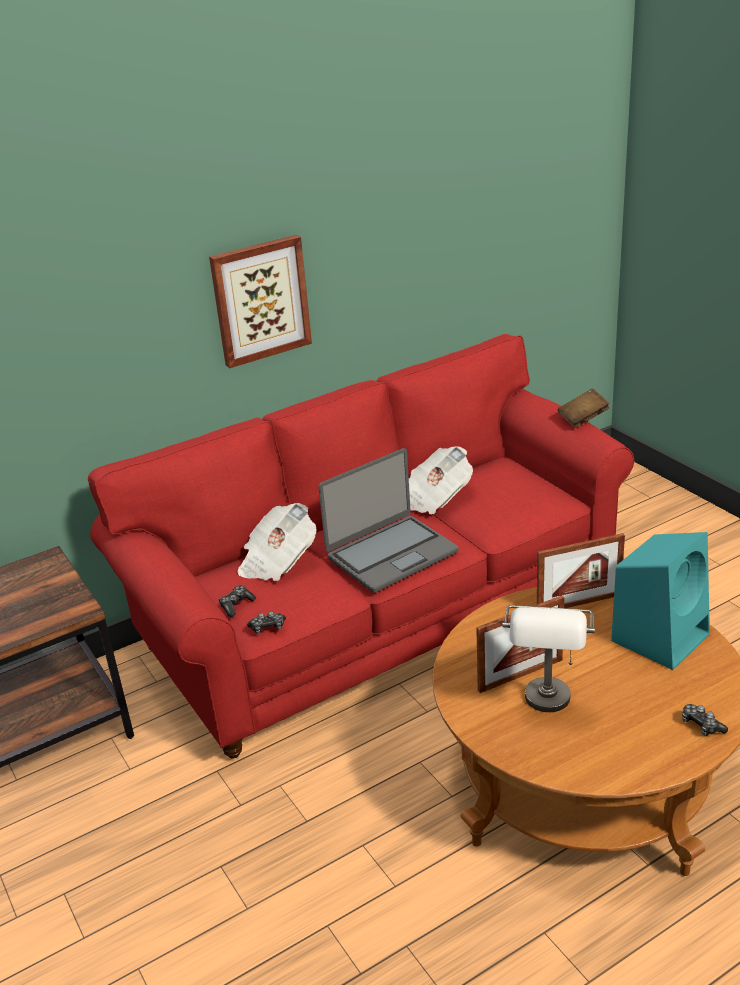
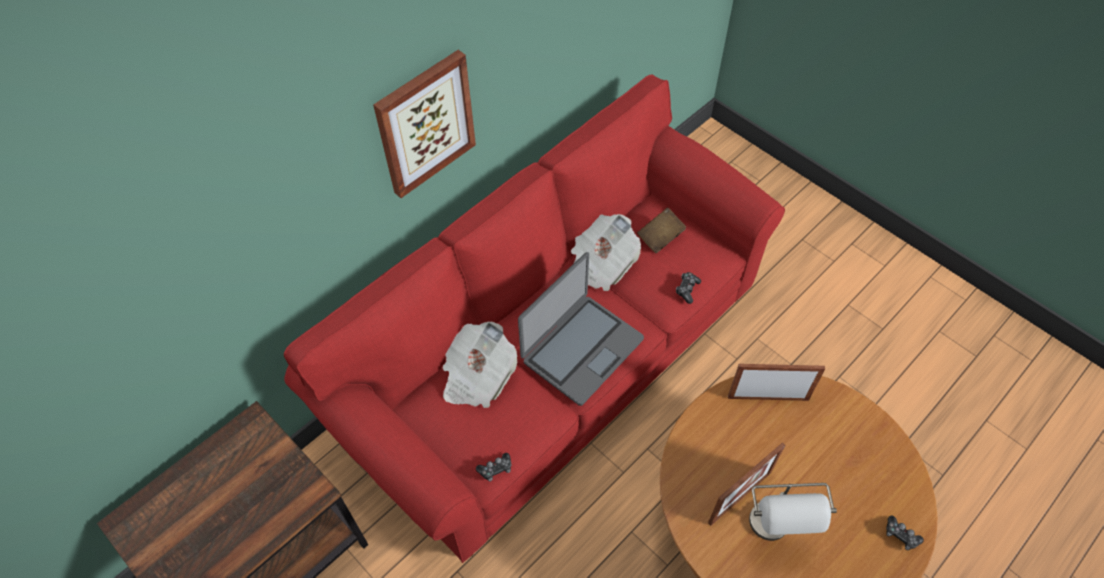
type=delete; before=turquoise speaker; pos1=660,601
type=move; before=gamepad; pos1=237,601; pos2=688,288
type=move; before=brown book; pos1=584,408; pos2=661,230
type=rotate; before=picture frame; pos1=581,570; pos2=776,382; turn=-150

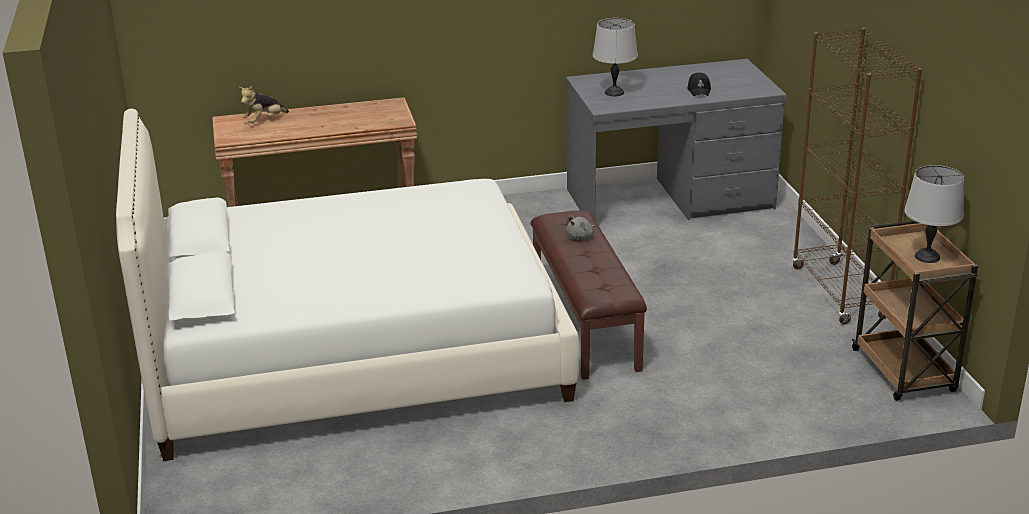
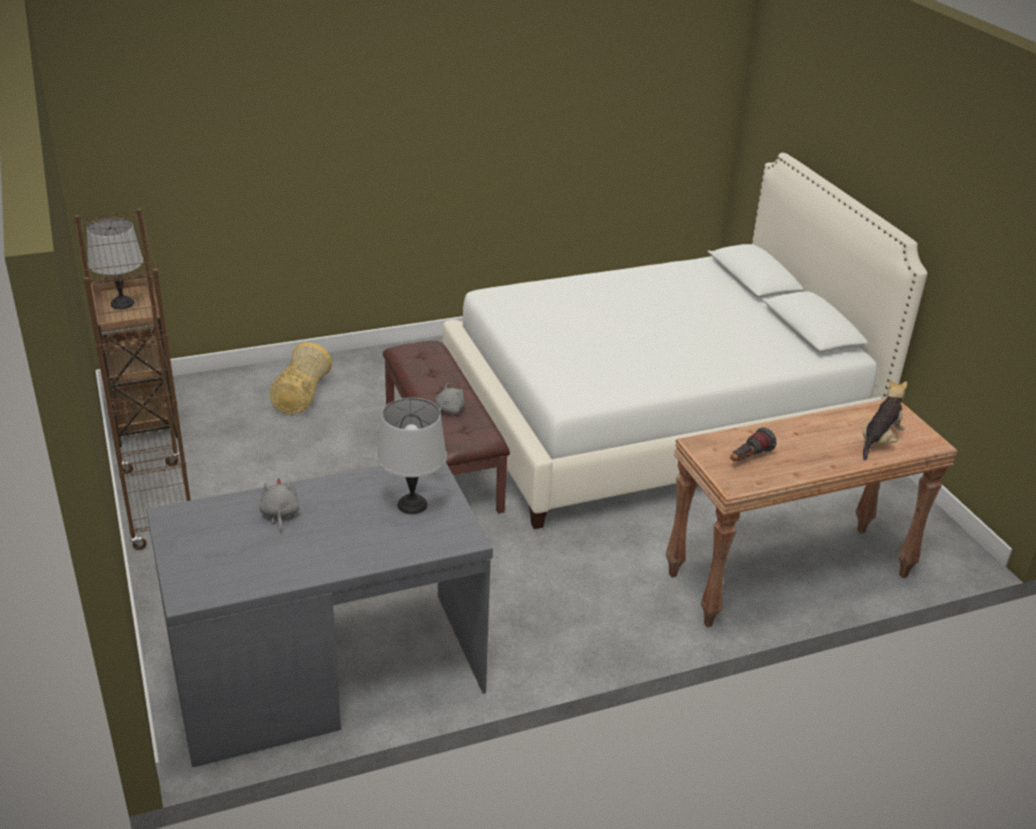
type=insert; after=basket; pos2=301,378
type=insert; after=torch; pos2=753,444
type=replace; before=blackish cap; after=grey soft toy; pos1=699,84; pos2=279,505

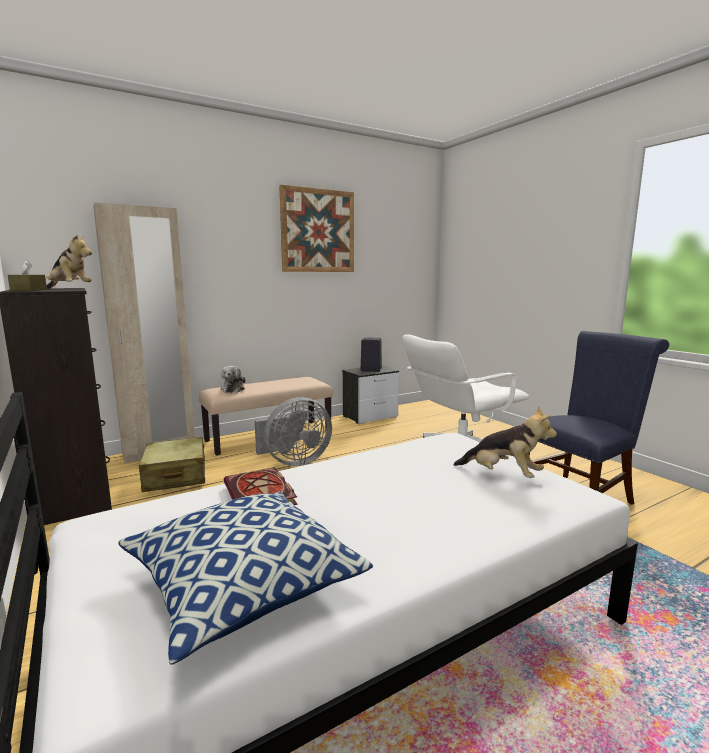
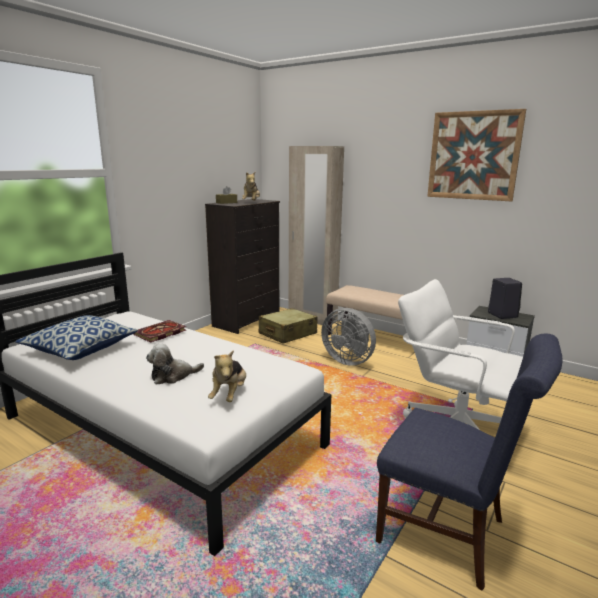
type=move; before=soft toy; pos1=233,379; pos2=175,363

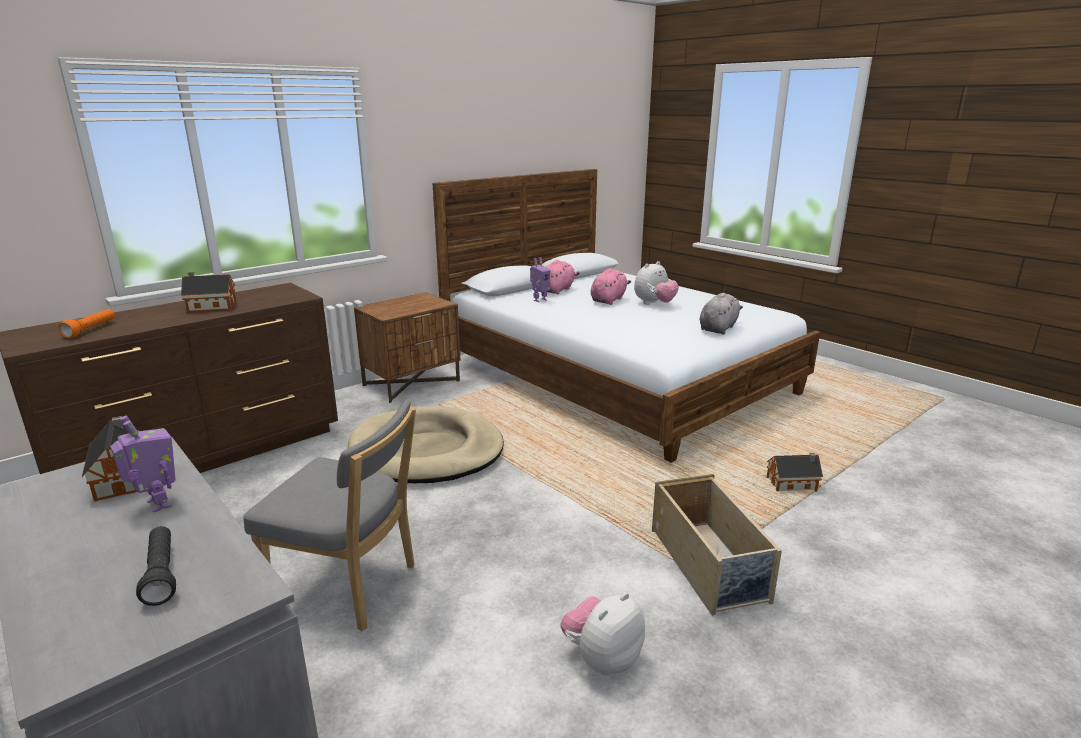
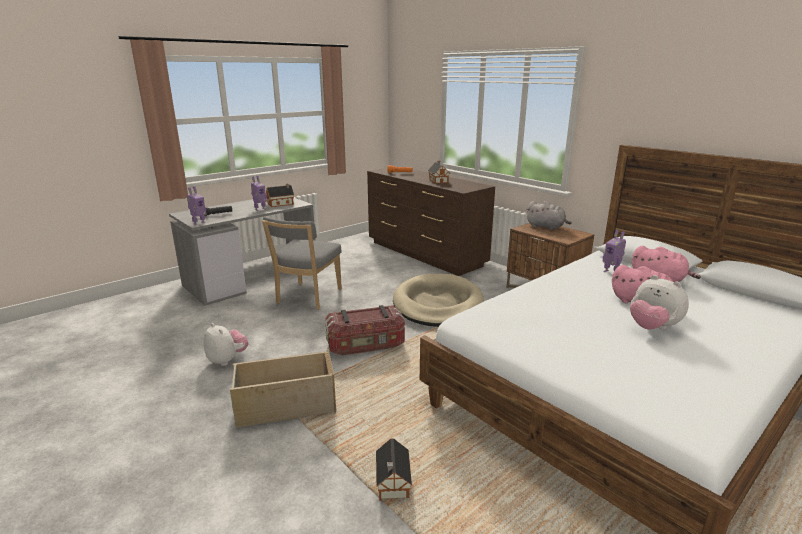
type=insert; after=model robot; pos2=197,206
type=insert; after=storage bin; pos2=365,330
type=move; before=grey soft toy; pos1=721,313; pos2=549,215

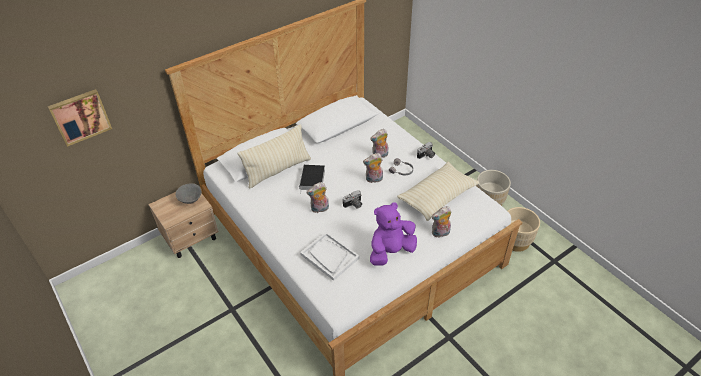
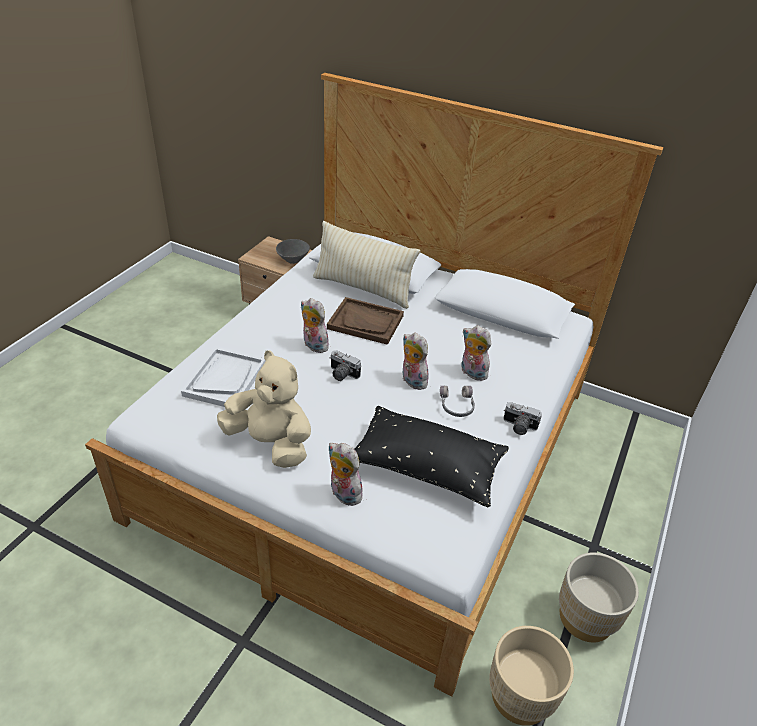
type=delete; before=wall art; pos1=80,118
type=replace; before=book; after=brown tray; pos1=312,177; pos2=365,321
type=recolor; before=purple-coloured soft toy; after=sand-coloured soft toy; pos1=393,233; pos2=264,409
type=recolor; before=sand-coloured throw pillow; after=blackish throw pillow; pos1=438,191; pos2=432,456

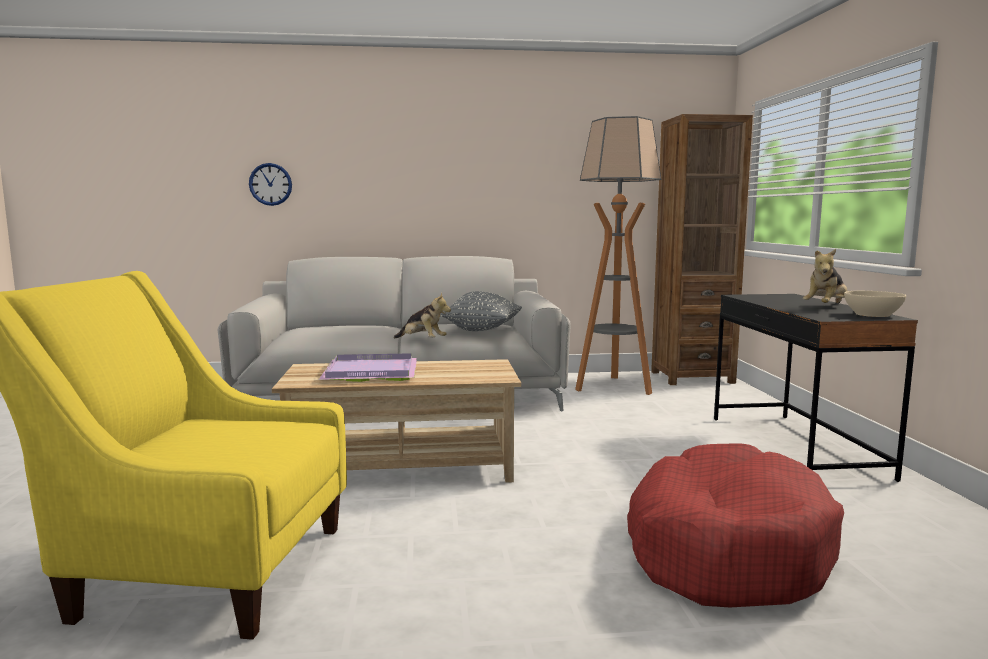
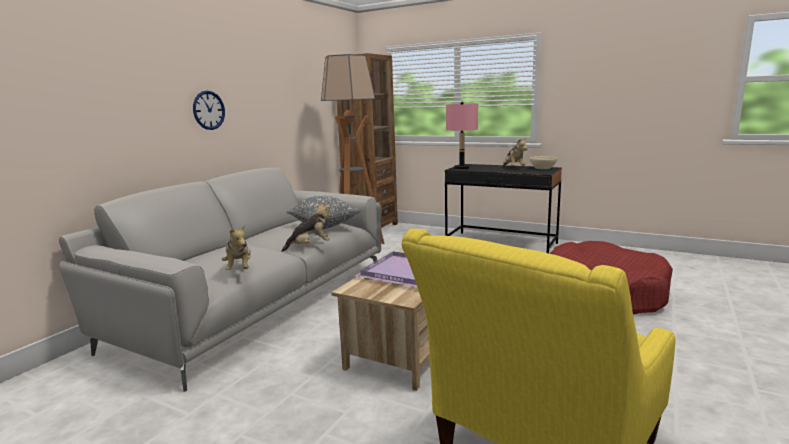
type=insert; after=soft toy; pos2=236,247
type=insert; after=pink-coloured table lamp; pos2=462,135
type=move; before=hanging clock; pos1=270,184; pos2=209,110

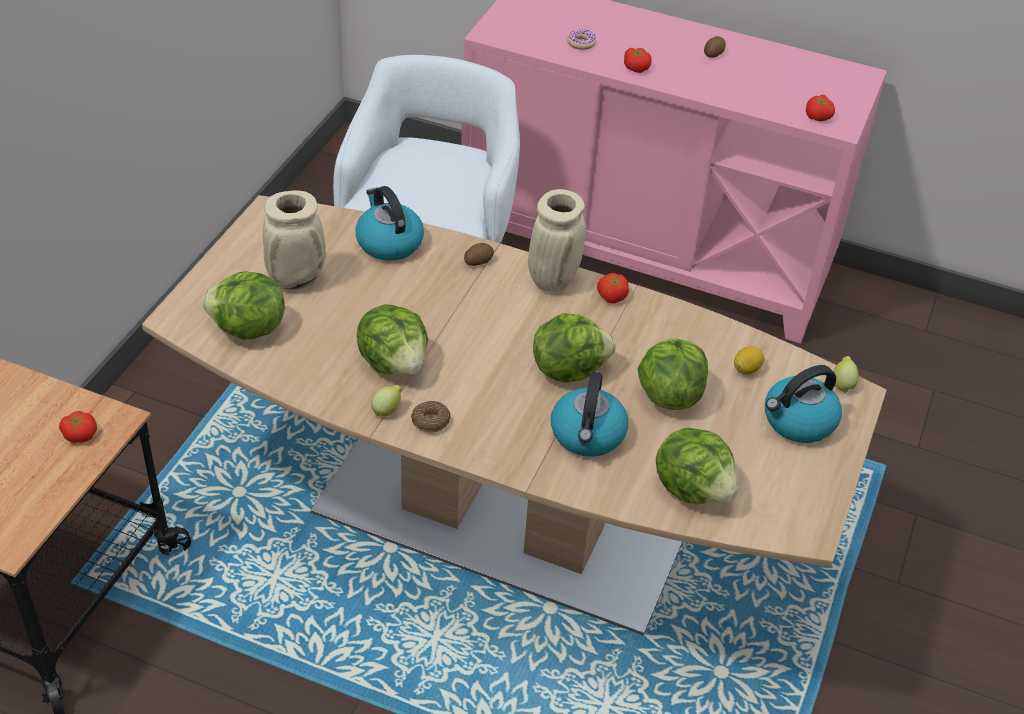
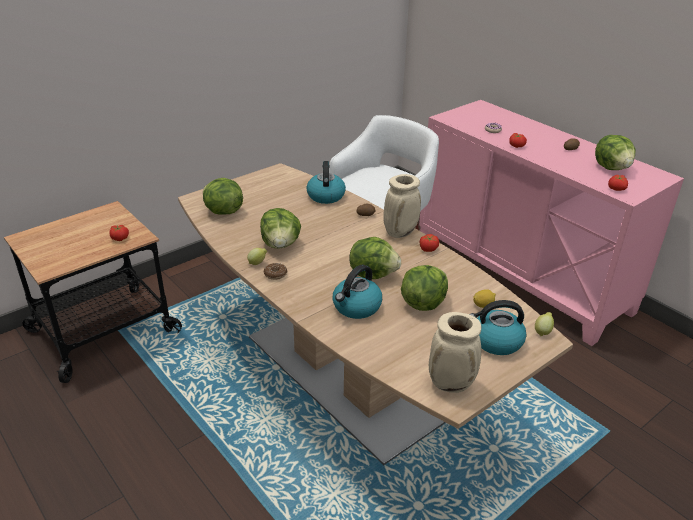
type=move; before=sand-coloured vase; pos1=294,240; pos2=455,352
type=move; before=head of lettuce; pos1=697,465; pos2=615,152

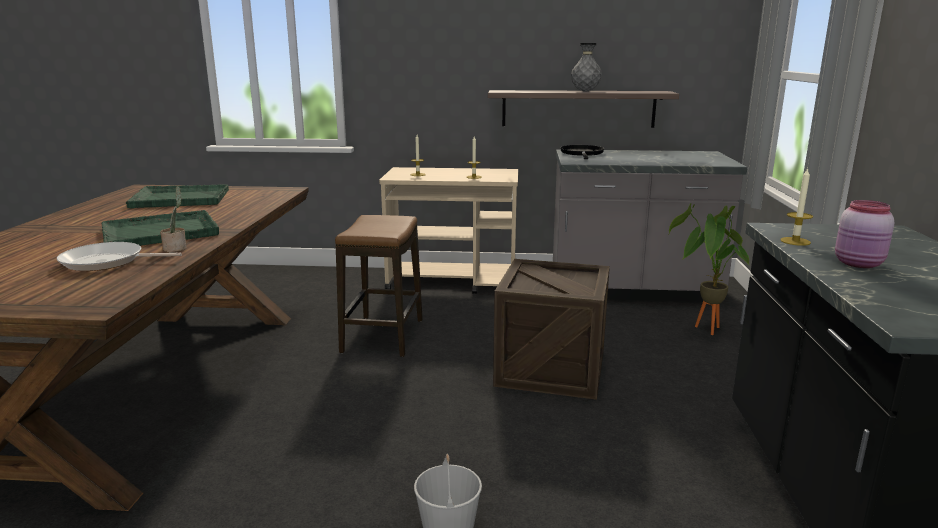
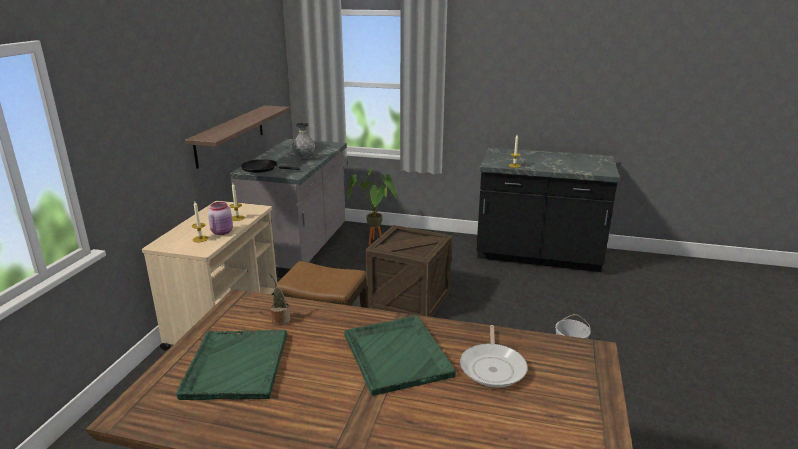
type=move; before=houseplant; pos1=173,219; pos2=279,298
type=move; before=grey vase; pos1=586,67; pos2=303,141
type=move; before=pink-coloured jar; pos1=864,234; pos2=220,218

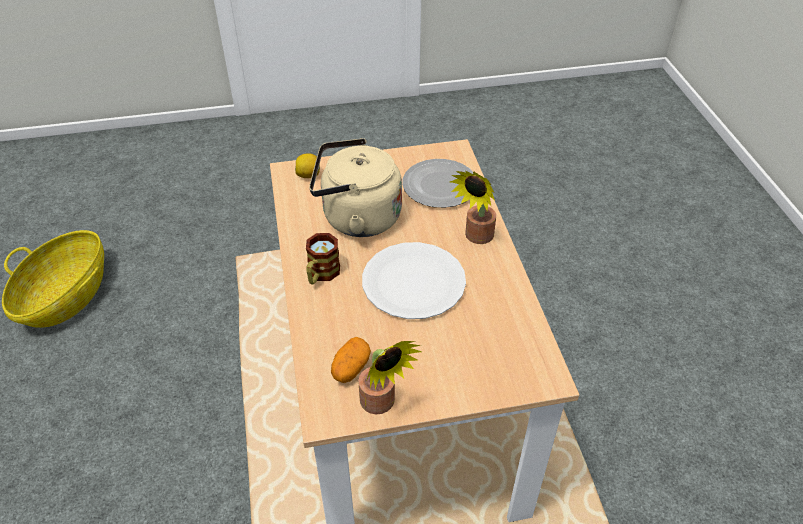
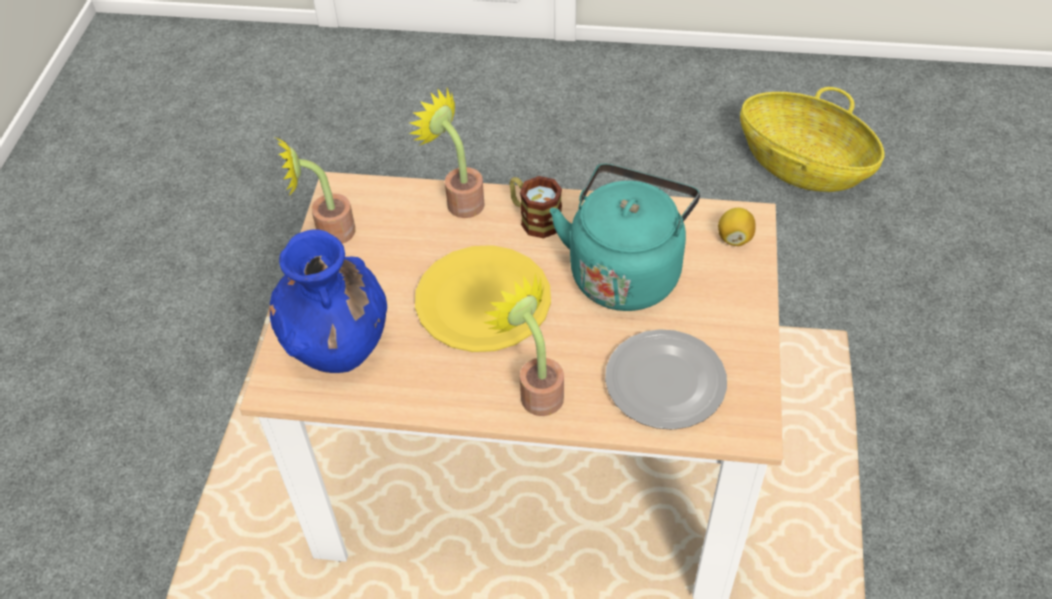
type=delete; before=potato; pos1=351,360
type=insert; after=blue vase; pos2=328,301
type=insert; after=houseplant; pos2=446,153
type=recolor; before=sand-coloured water kettle; after=turquoise water kettle; pos1=355,187; pos2=625,237
type=recolor; before=white-coloured flat dish; after=yellow flat dish; pos1=414,280; pos2=483,298

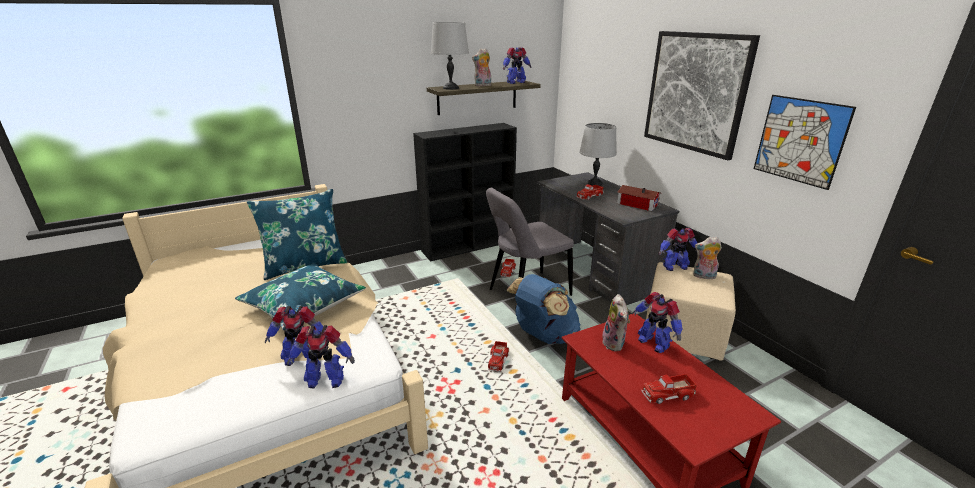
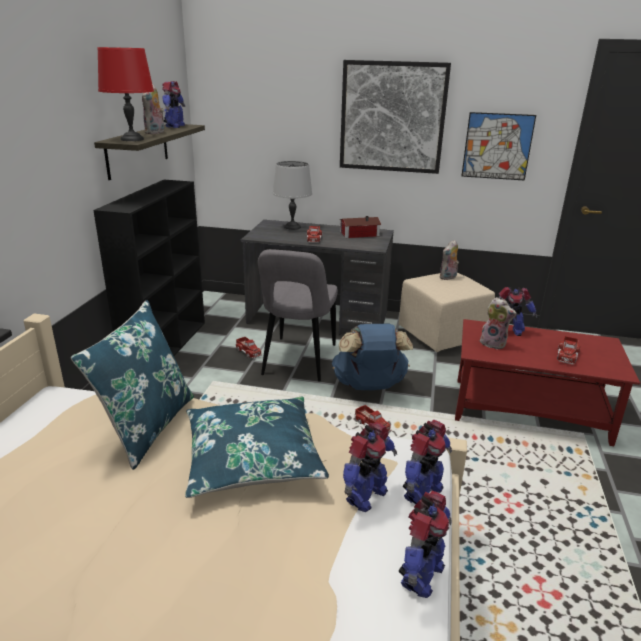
type=move; before=model robot; pos1=678,249; pos2=425,544
type=recolor; before=grey table lamp; after=red-coloured table lamp; pos1=450,56; pos2=125,94

